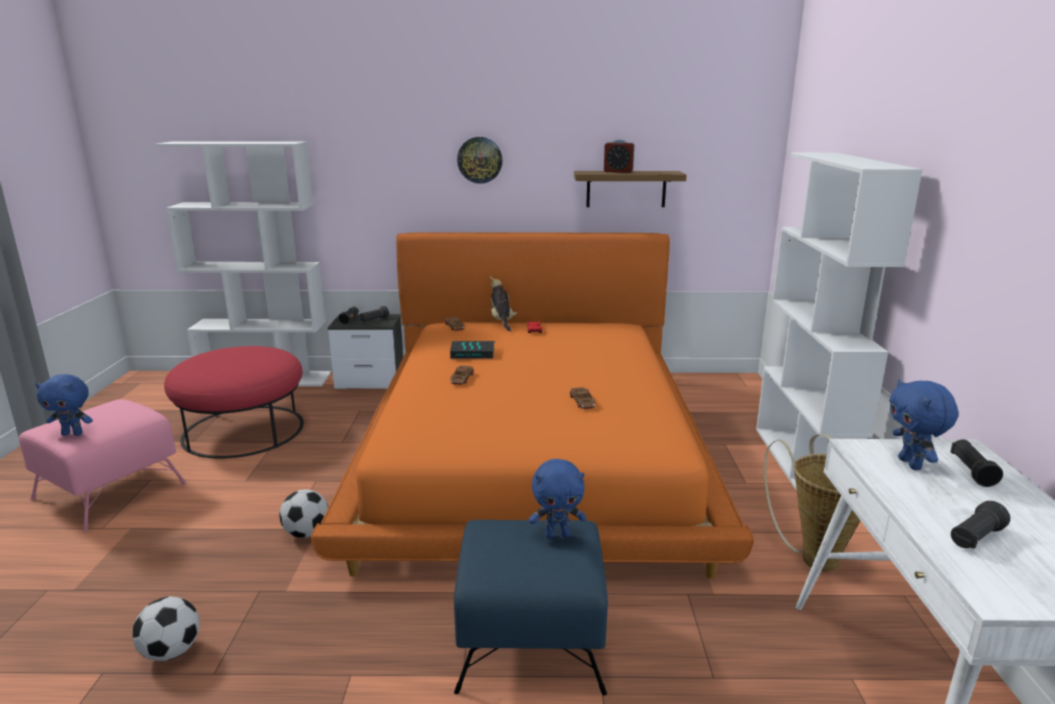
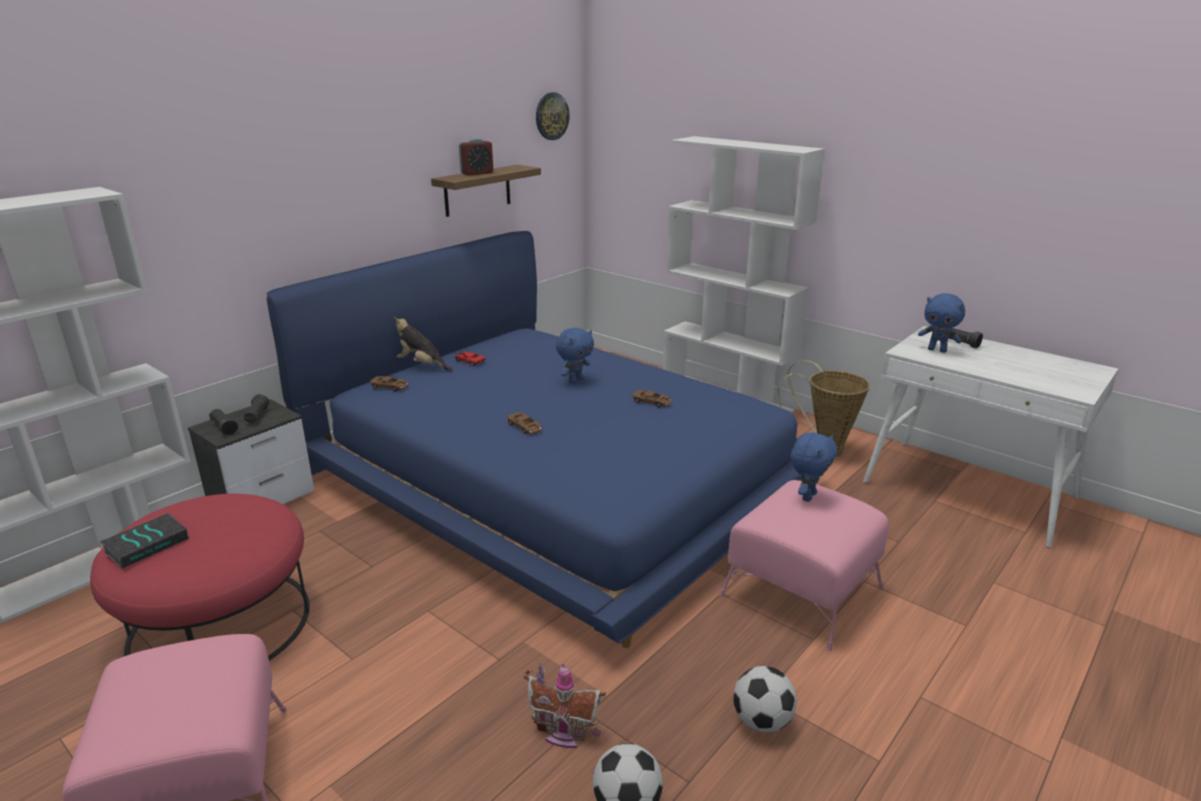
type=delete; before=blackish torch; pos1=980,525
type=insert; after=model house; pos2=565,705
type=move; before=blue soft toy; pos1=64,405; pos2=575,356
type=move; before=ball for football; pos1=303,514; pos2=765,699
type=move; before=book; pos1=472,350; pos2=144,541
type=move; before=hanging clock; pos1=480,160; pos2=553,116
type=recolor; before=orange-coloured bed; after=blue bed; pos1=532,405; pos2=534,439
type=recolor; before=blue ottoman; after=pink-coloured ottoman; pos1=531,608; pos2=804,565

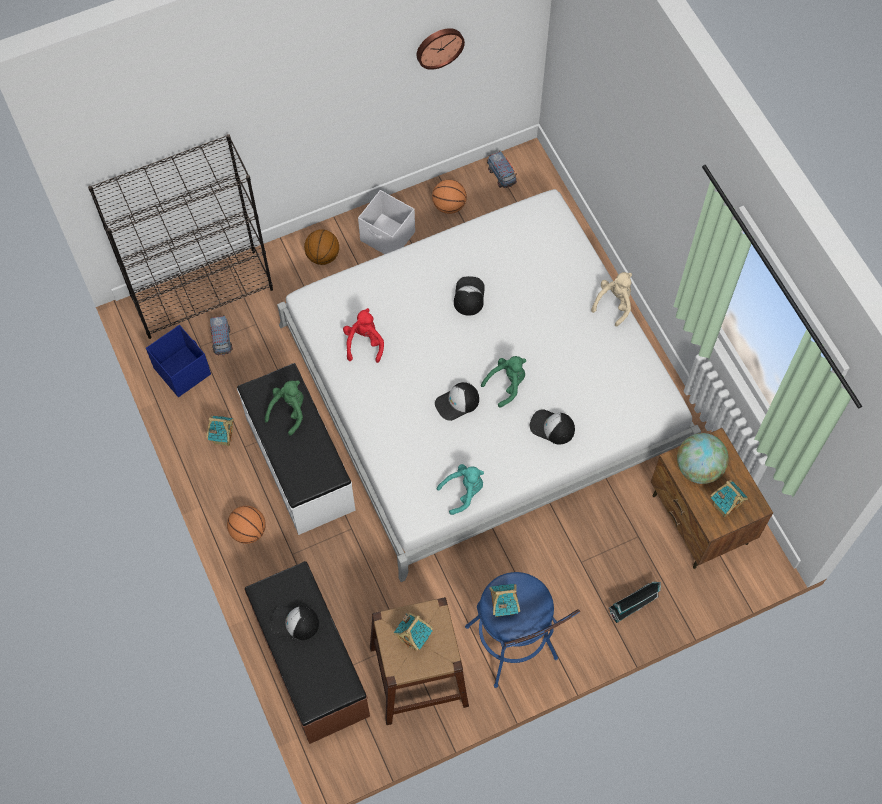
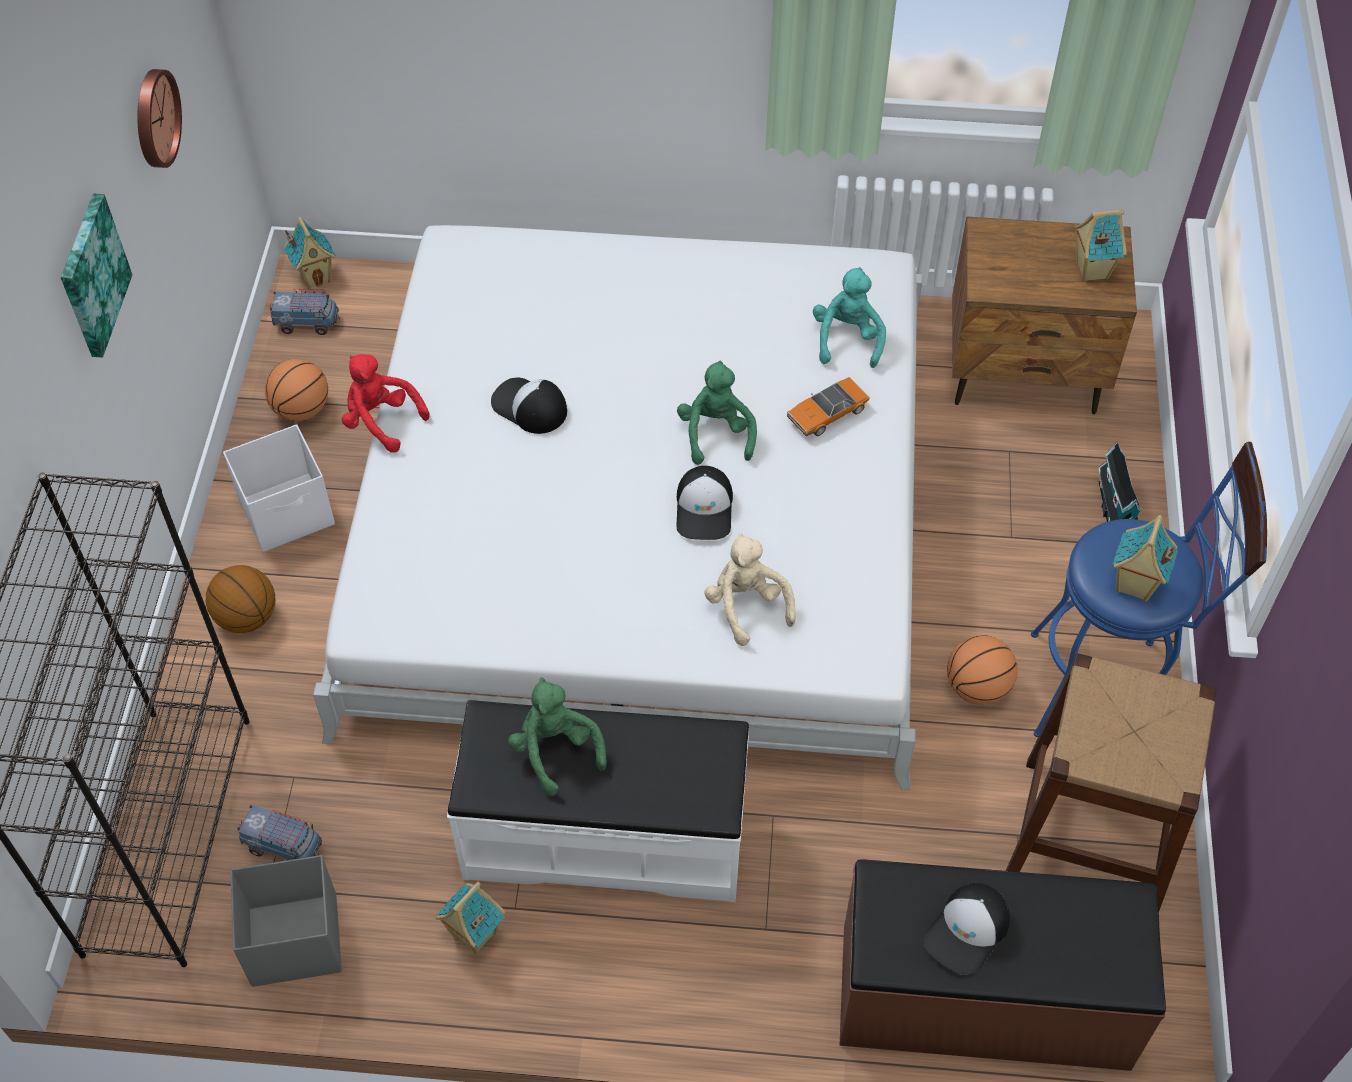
type=delete; before=desk globe; pos1=703,458
type=insert; after=wall art; pos2=96,276
type=move; before=basketball; pos1=246,525; pos2=982,669
type=move; before=red-coloured soft toy; pos1=363,335; pos2=386,403
type=move; before=model house; pos1=413,632; pos2=310,253
type=move; before=turquoise soft toy; pos1=460,489; pos2=849,317
type=move; before=sand-coloured soft toy; pos1=611,299; pos2=750,589
type=replace; before=cap; after=miniature car; pos1=552,426; pos2=828,406
type=recolor; before=blue storage bin; after=grey storage bin; pos1=178,361; pos2=286,921

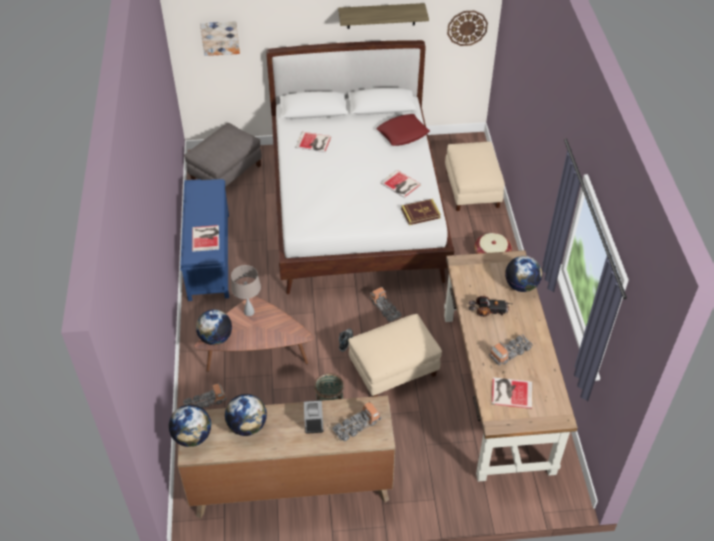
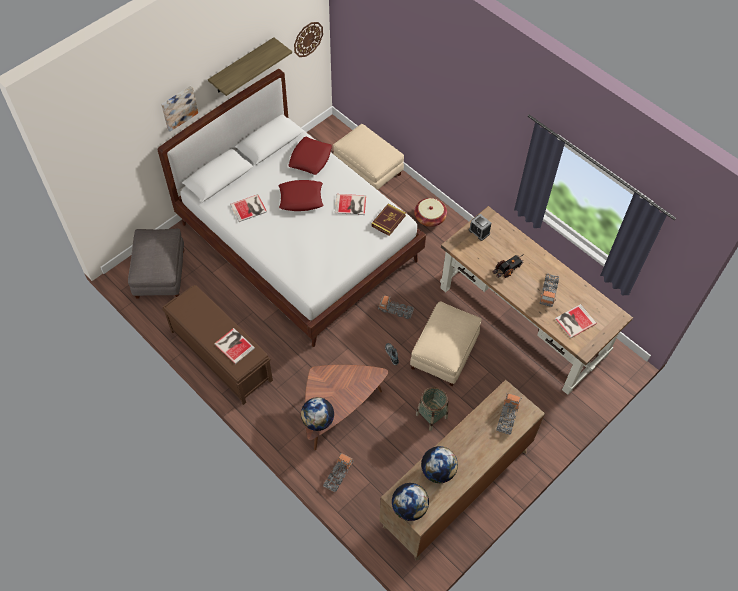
type=delete; before=sand-coloured table lamp; pos1=246,290
type=delete; before=desk globe; pos1=523,274
type=insert; after=red-coloured throw pillow; pos2=301,195
type=move; before=wall art; pos1=220,38; pos2=179,109
type=move; before=bedside clock; pos1=313,417; pos2=480,227
type=recolor; before=blue bench; after=brown bench; pos1=204,240; pos2=217,345

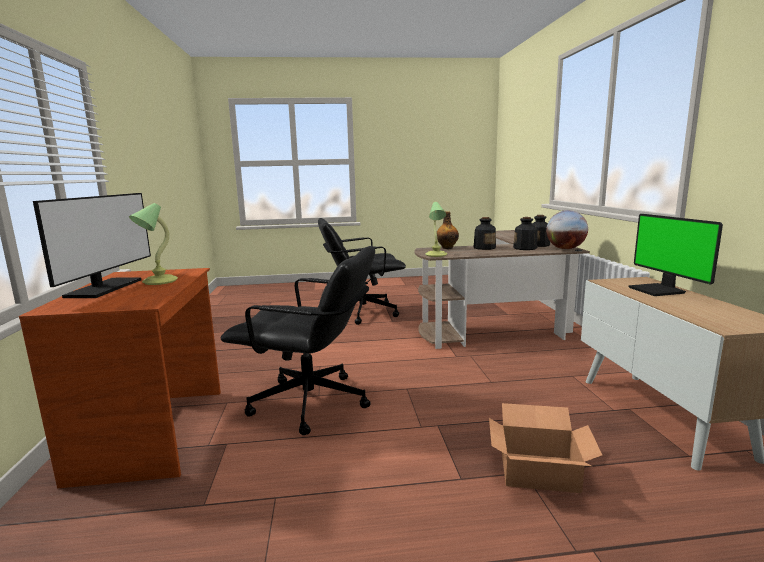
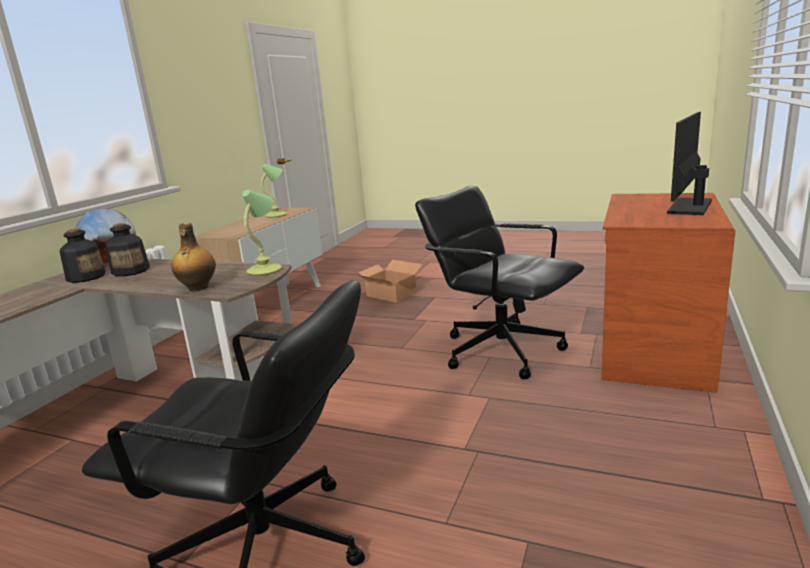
type=delete; before=beverage bottle; pos1=485,233
type=delete; before=computer display; pos1=675,255
type=move; before=table lamp; pos1=153,244; pos2=274,191

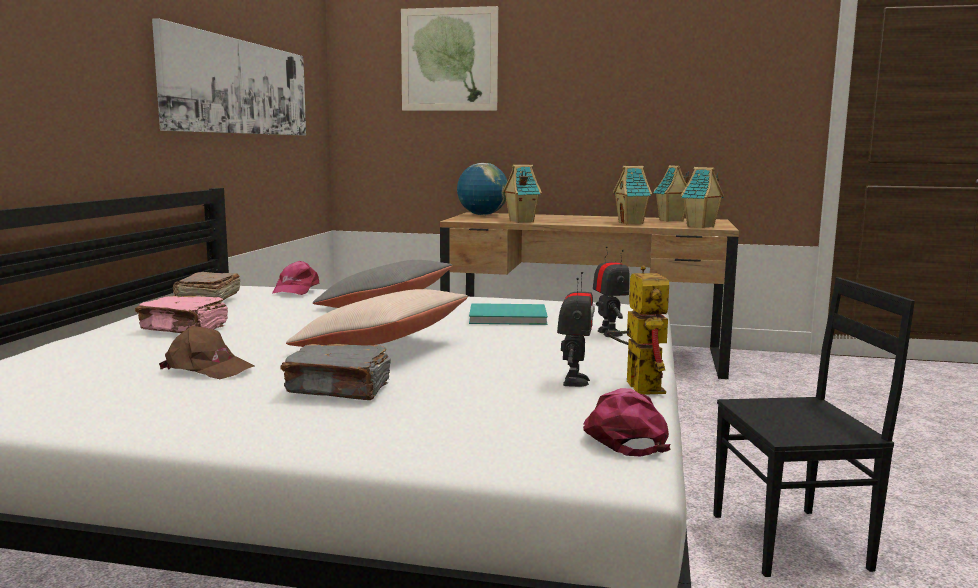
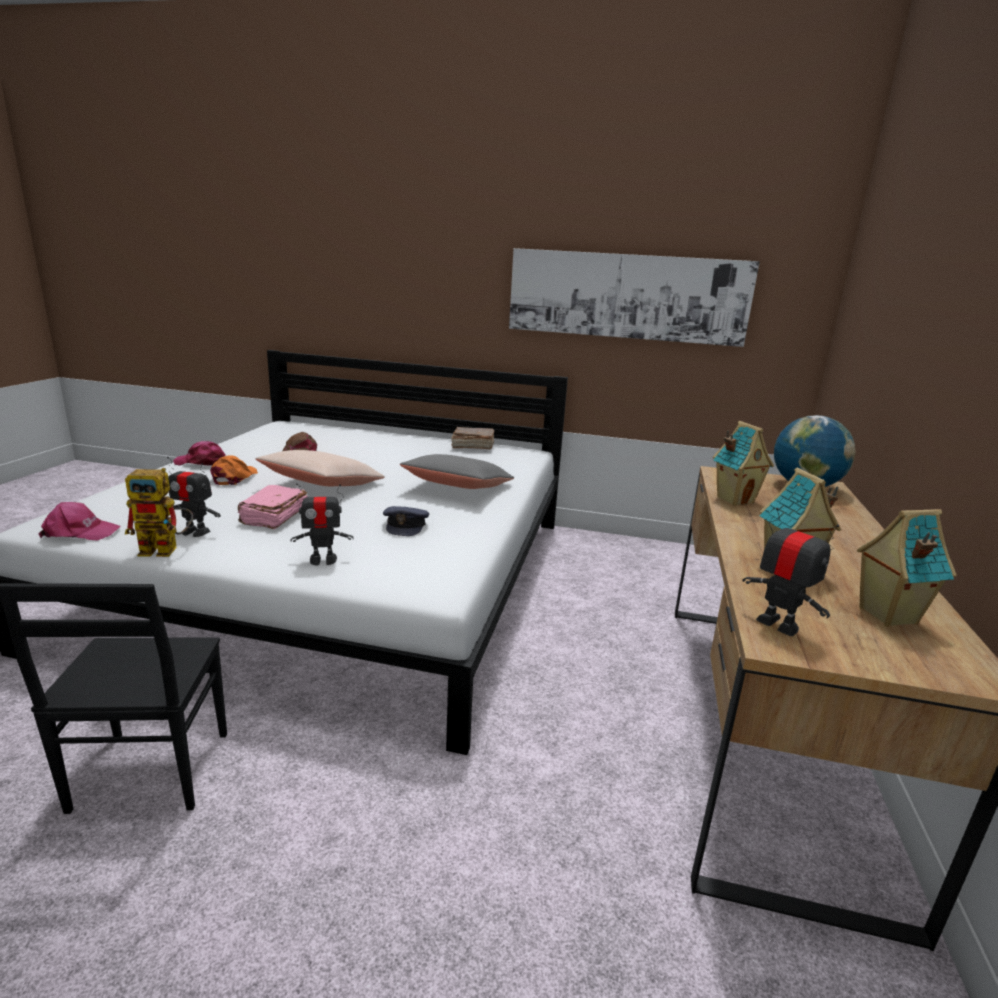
type=delete; before=wall art; pos1=449,58
type=move; before=pink-coloured book; pos1=181,314; pos2=273,507
type=move; before=pink-coloured cap; pos1=296,278; pos2=199,453
type=replace; before=grey book; after=orange-coloured cap; pos1=335,372; pos2=234,470
type=replace; before=turquoise book; after=grey cap; pos1=508,314; pos2=406,521
type=replace; before=model house; after=model robot; pos1=702,197; pos2=791,571

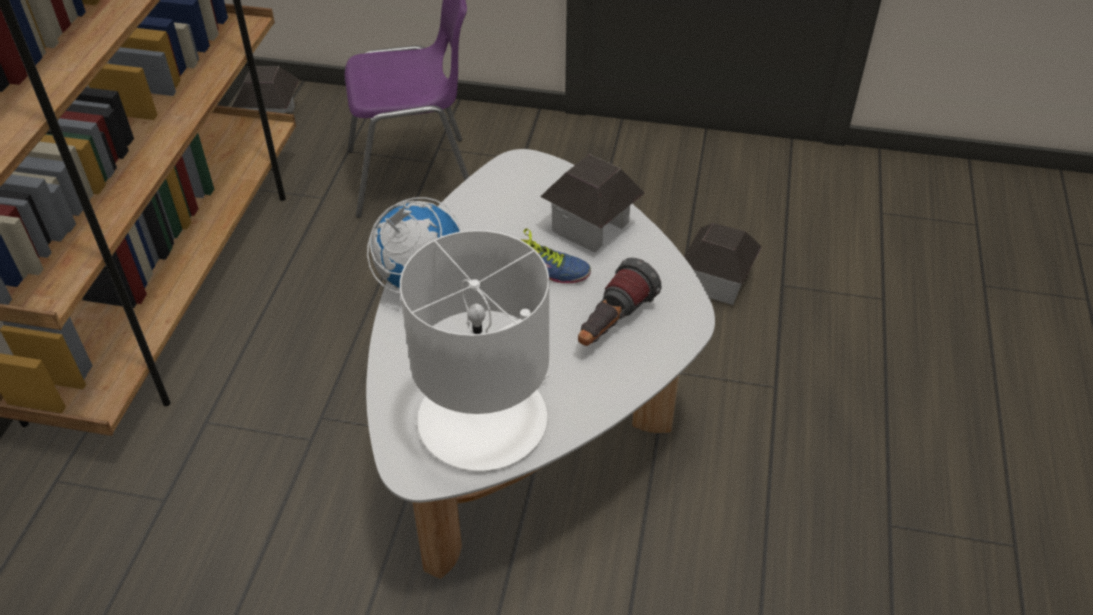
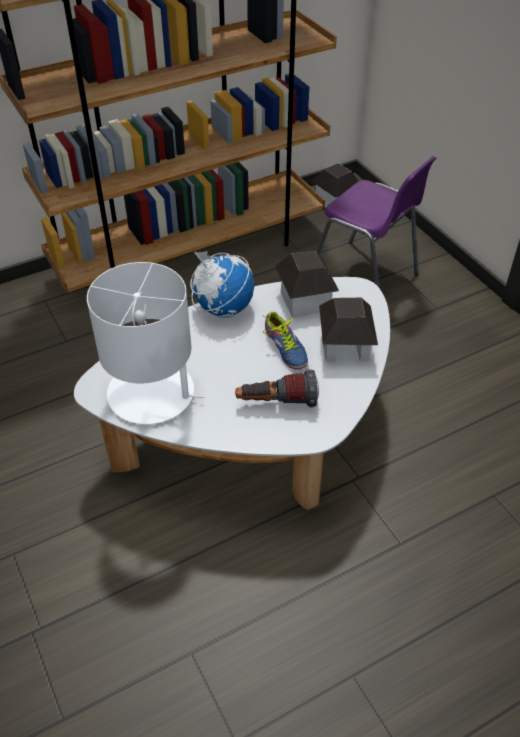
type=move; before=model house; pos1=723,264; pos2=307,284

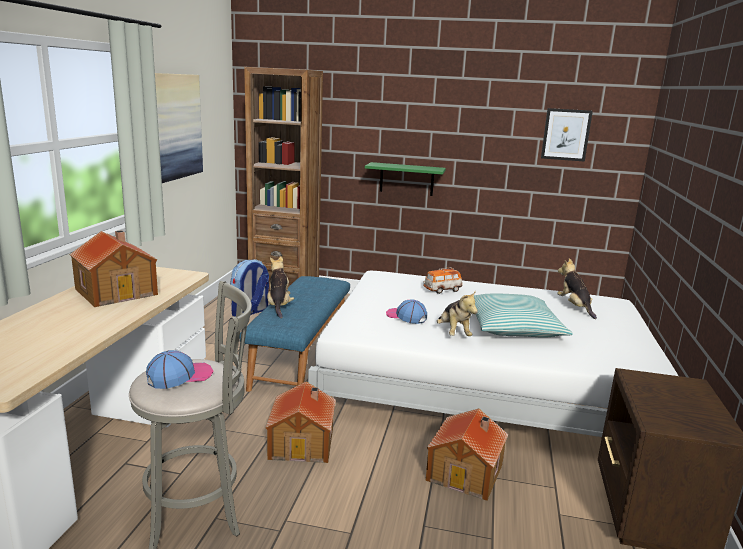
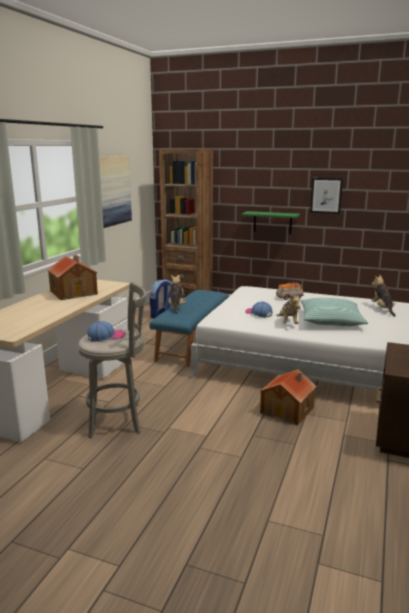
type=delete; before=model house; pos1=300,422
type=move; before=wall art; pos1=567,135; pos2=326,196

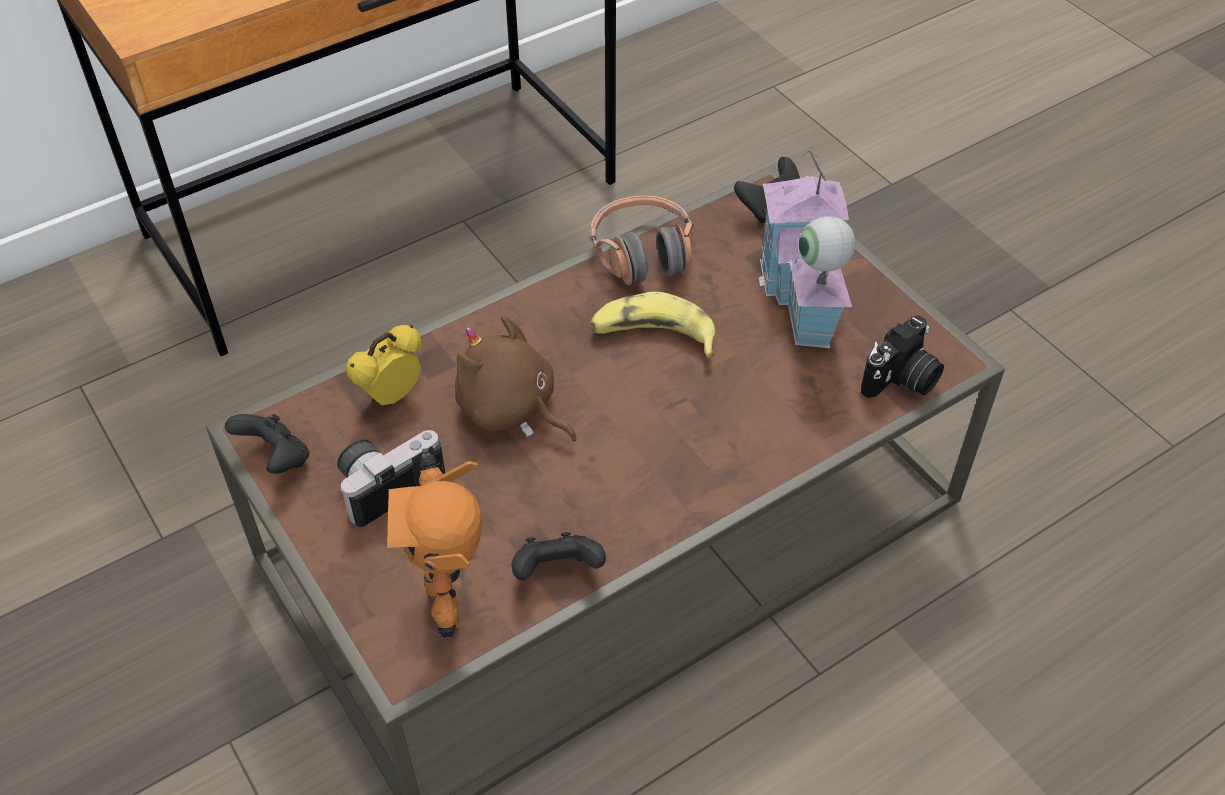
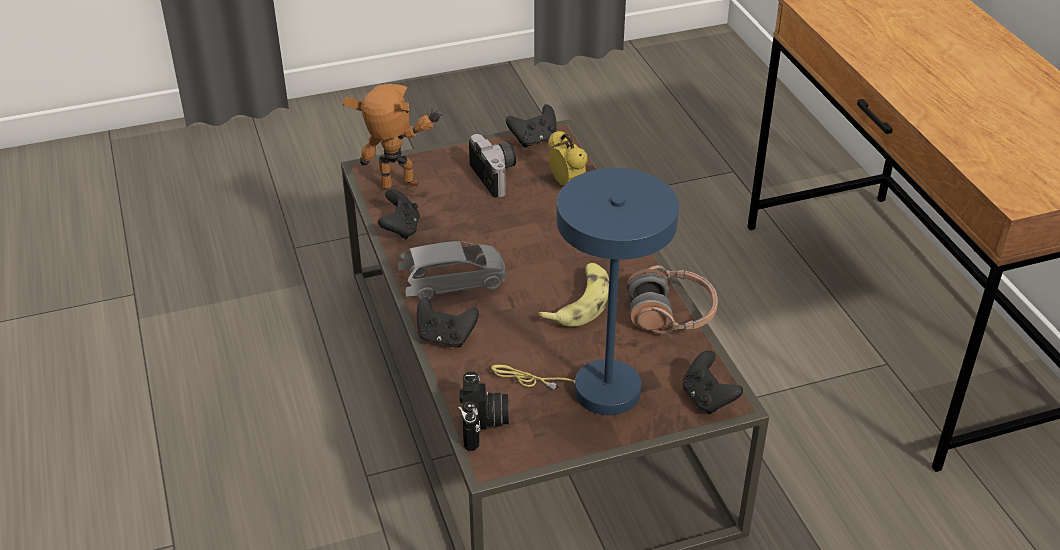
type=delete; before=brown soft toy; pos1=516,378
type=insert; after=grey miniature car; pos2=452,270
type=insert; after=blackish gamepad; pos2=448,322
type=replace; before=model house; after=blue table lamp; pos1=807,245; pos2=585,291
type=rotate; before=photo camera; pos1=902,357; pos2=483,411; turn=-150

